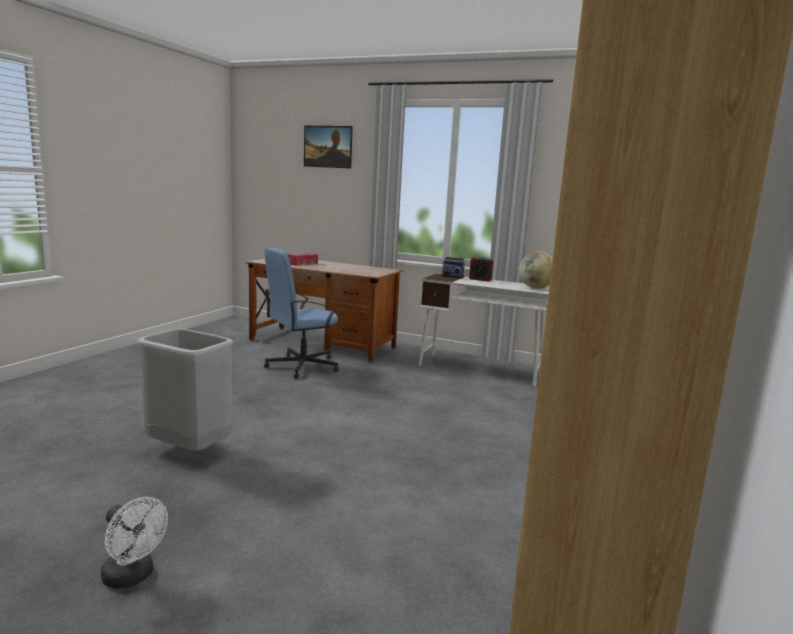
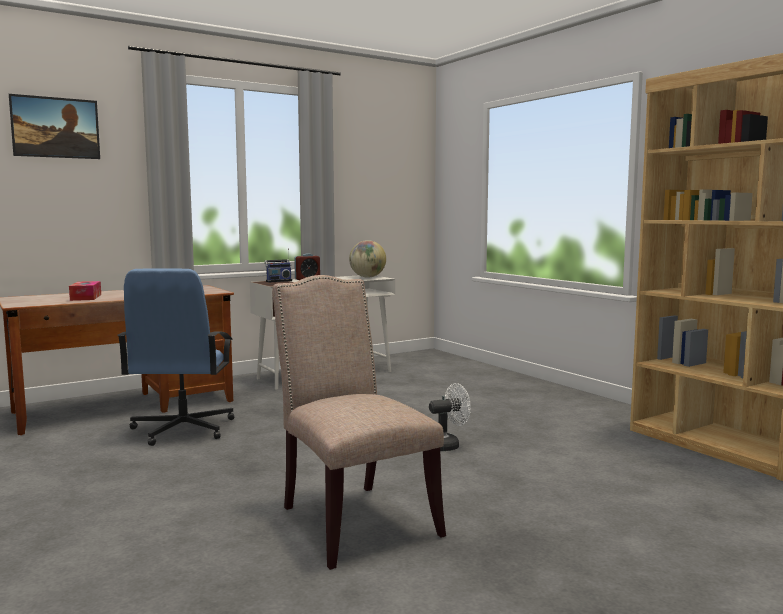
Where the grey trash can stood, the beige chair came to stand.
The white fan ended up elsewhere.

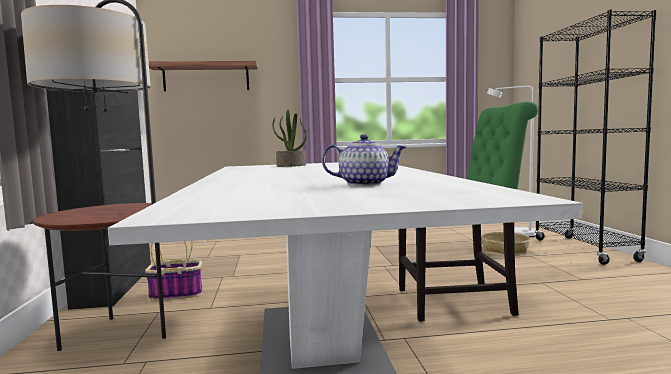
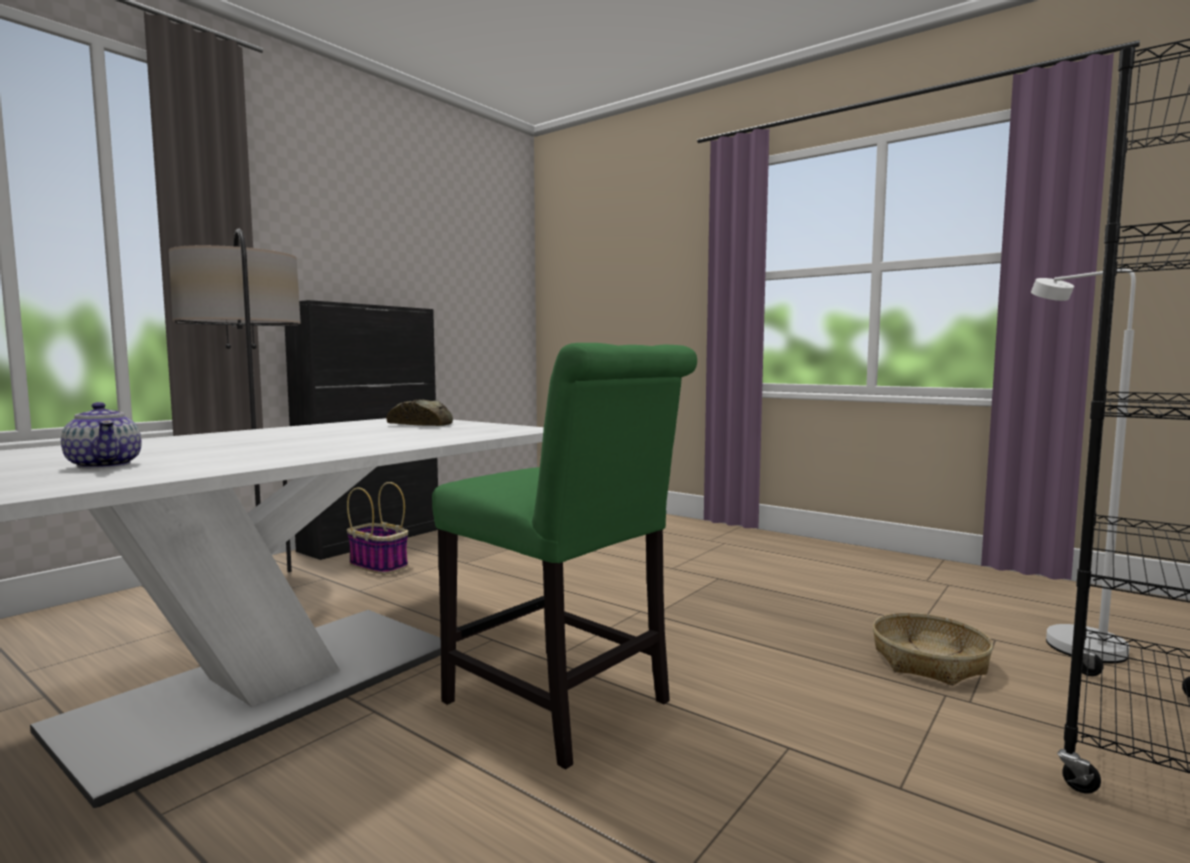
The second view lost the shelf.
Where the potted plant stood, the bread came to stand.

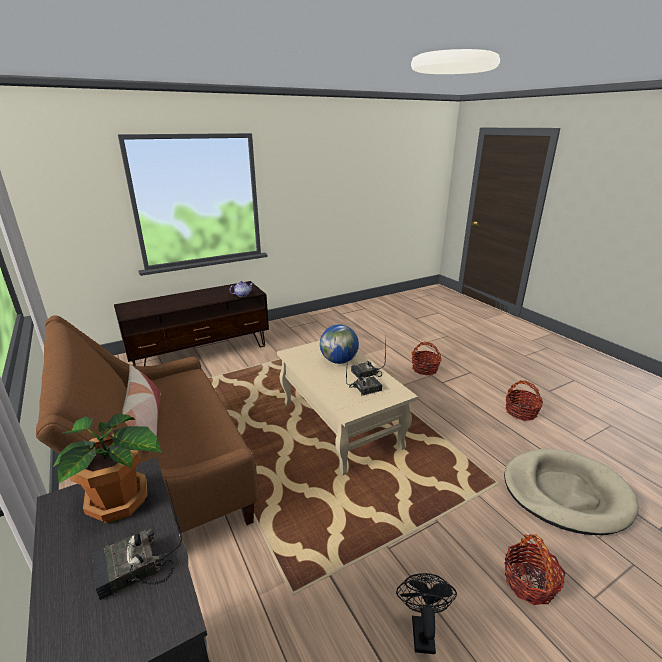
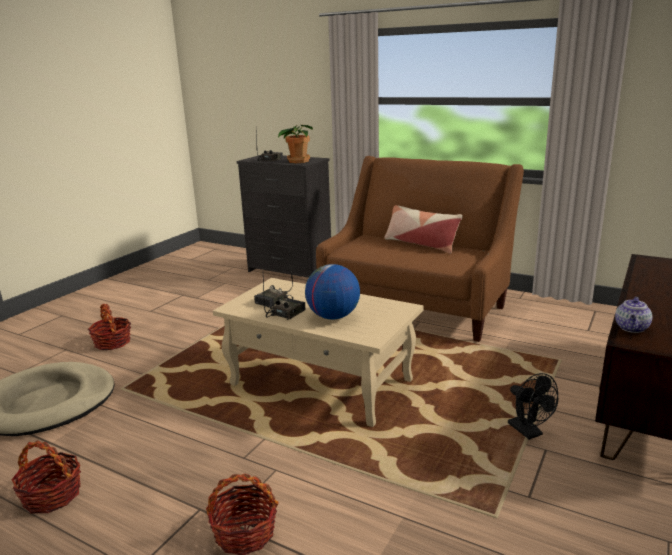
The black fan ended up elsewhere.

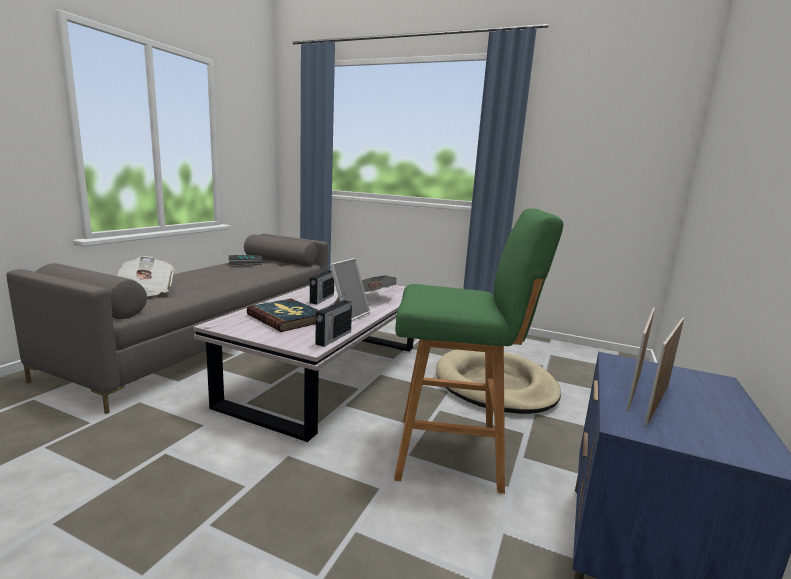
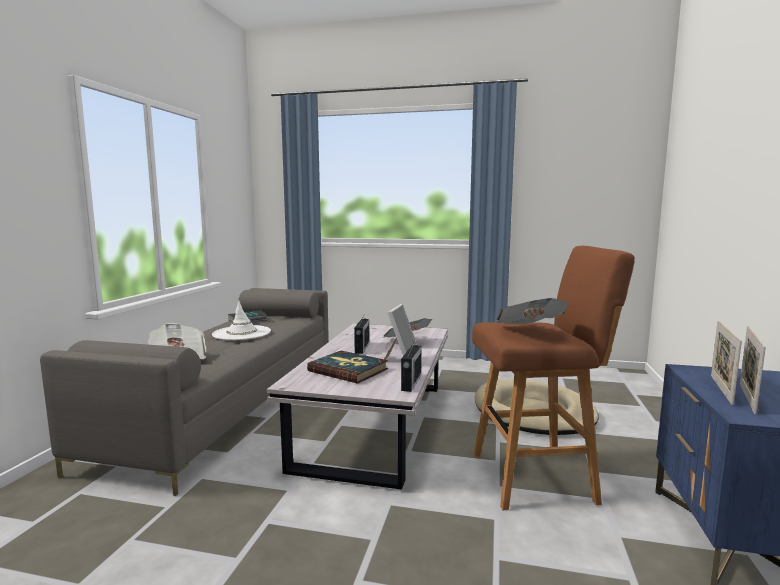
What was the green stool turned into the brown stool.
The second view gained the newspaper (3rd from left).
The second view gained the white hat.

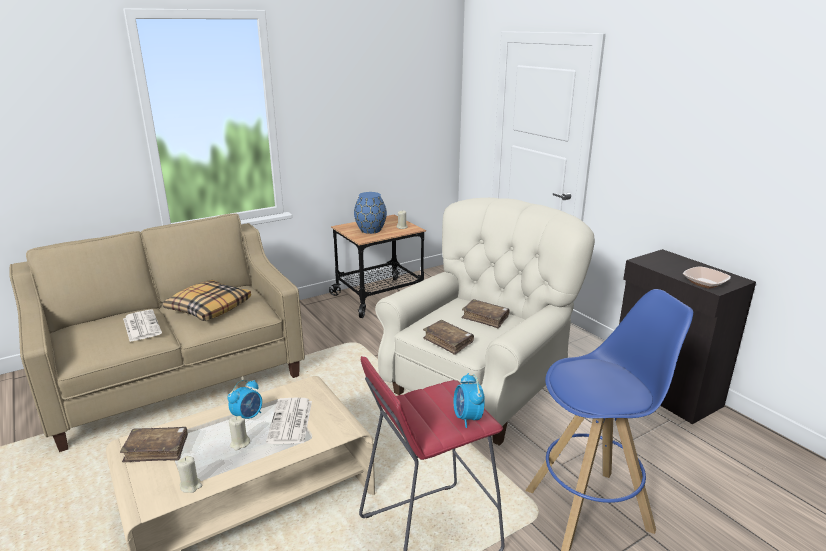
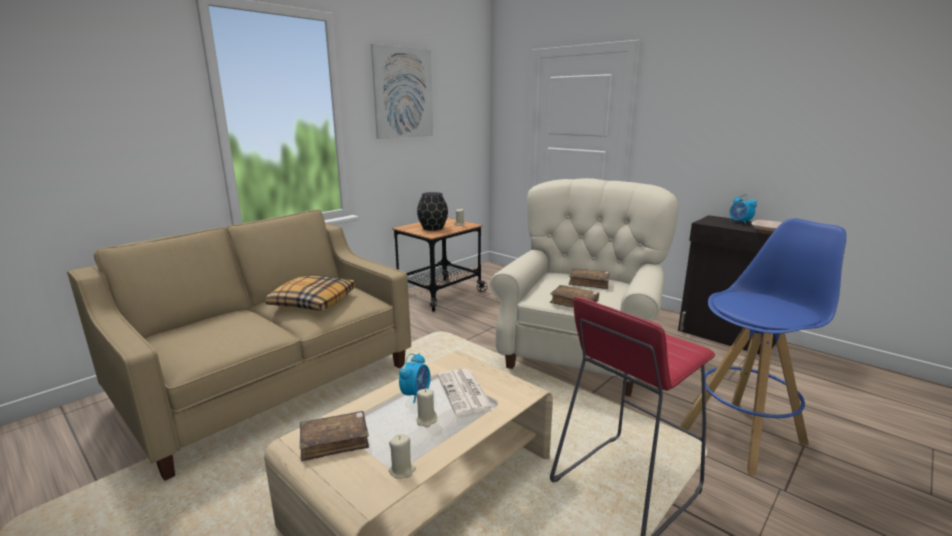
What was the blue vase turned into the black vase.
The second view lost the newspaper (1st from left).
The alarm clock (2nd from left) ended up elsewhere.
The second view gained the picture.

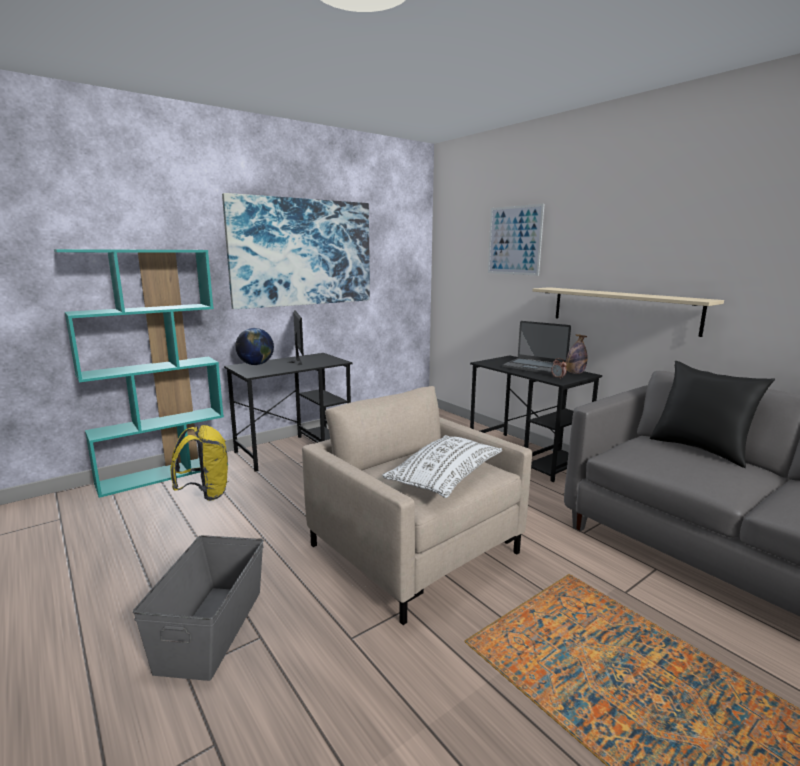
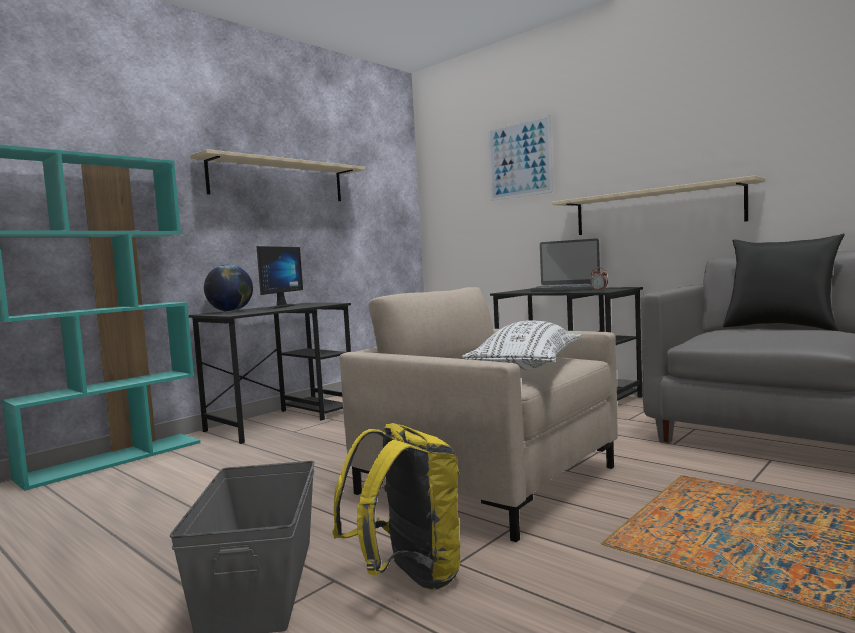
Where the picture (1st from left) hung, the beige shelf (1st from left) came to hang.
The monitor ended up facing another way, 45 degrees clockwise from before.
The second view lost the bottle.
The yellow backpack ended up elsewhere.

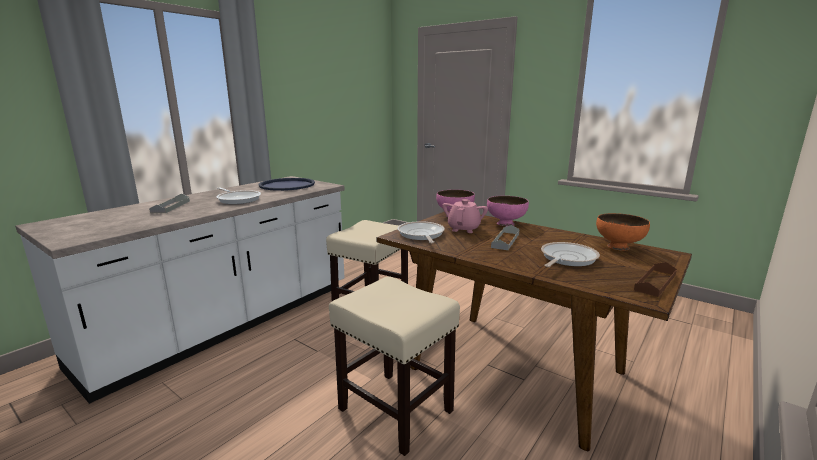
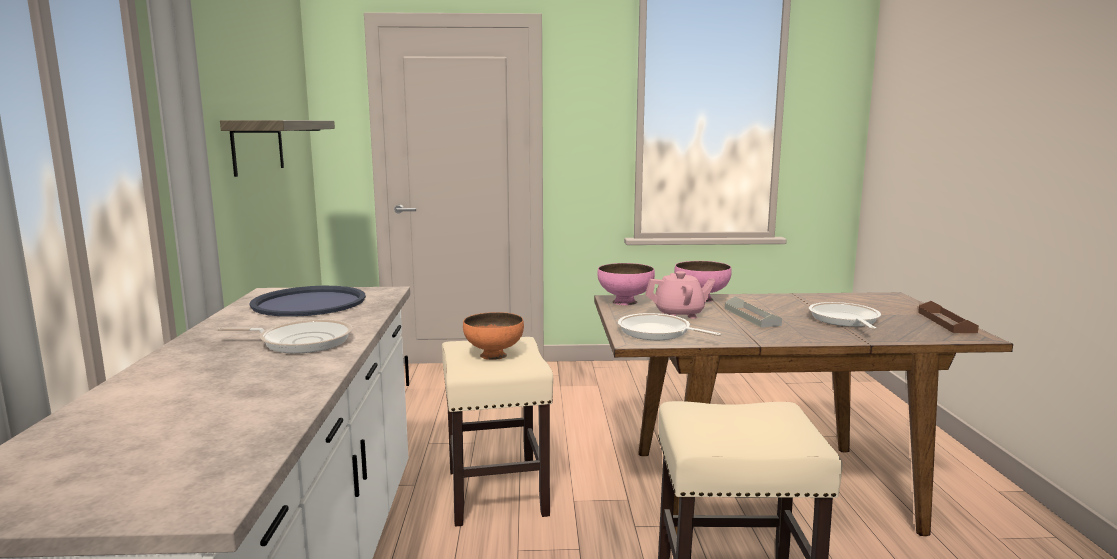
The second view lost the grey tray (1st from left).
The pink teapot ended up facing another way, 105 degrees clockwise from before.
The orange bowl ended up elsewhere.
The second view gained the shelf.

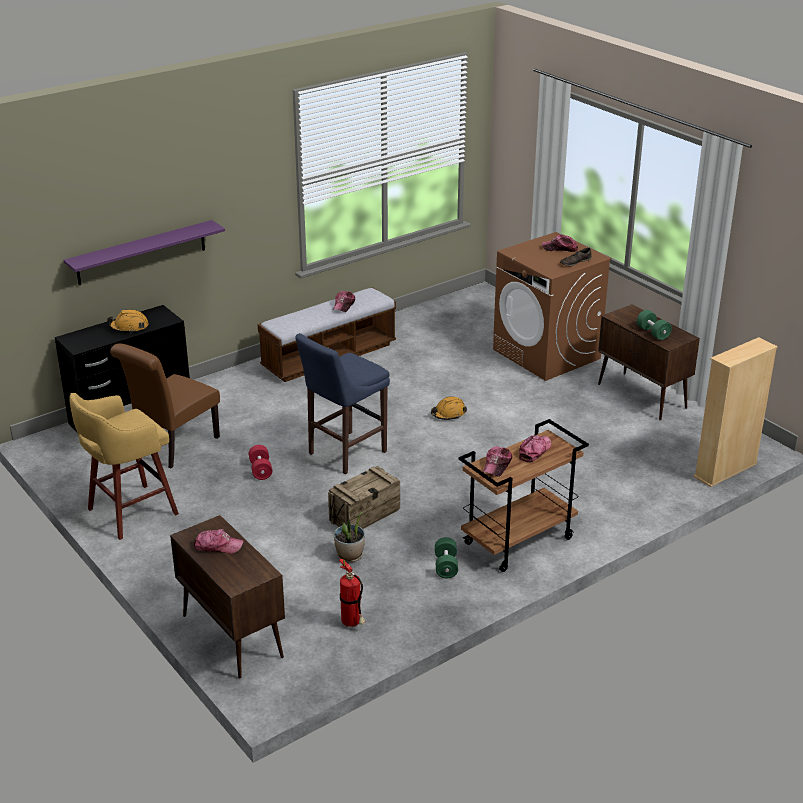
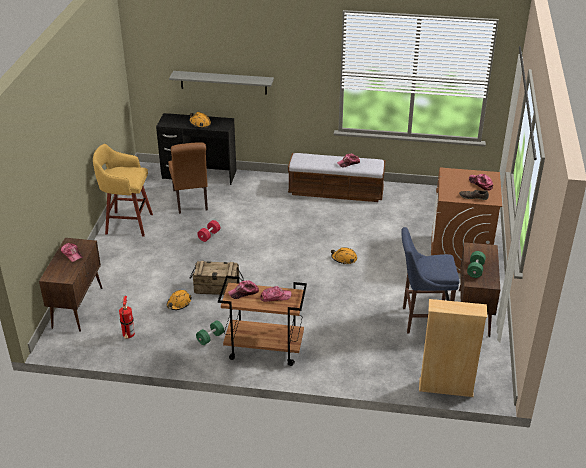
What was the purple shelf turned into the grey shelf.
The blue stool ended up elsewhere.
The brown chair ended up facing another way, 90 degrees counterclockwise from before.
Where the potted plant stood, the orange hard hat (1st from left) came to stand.

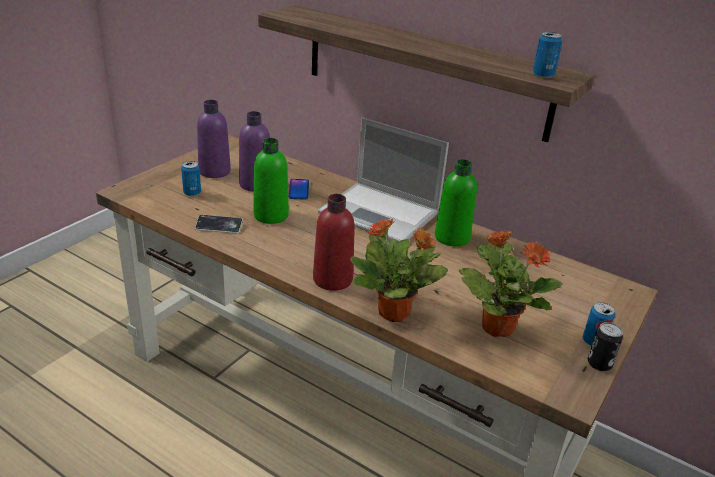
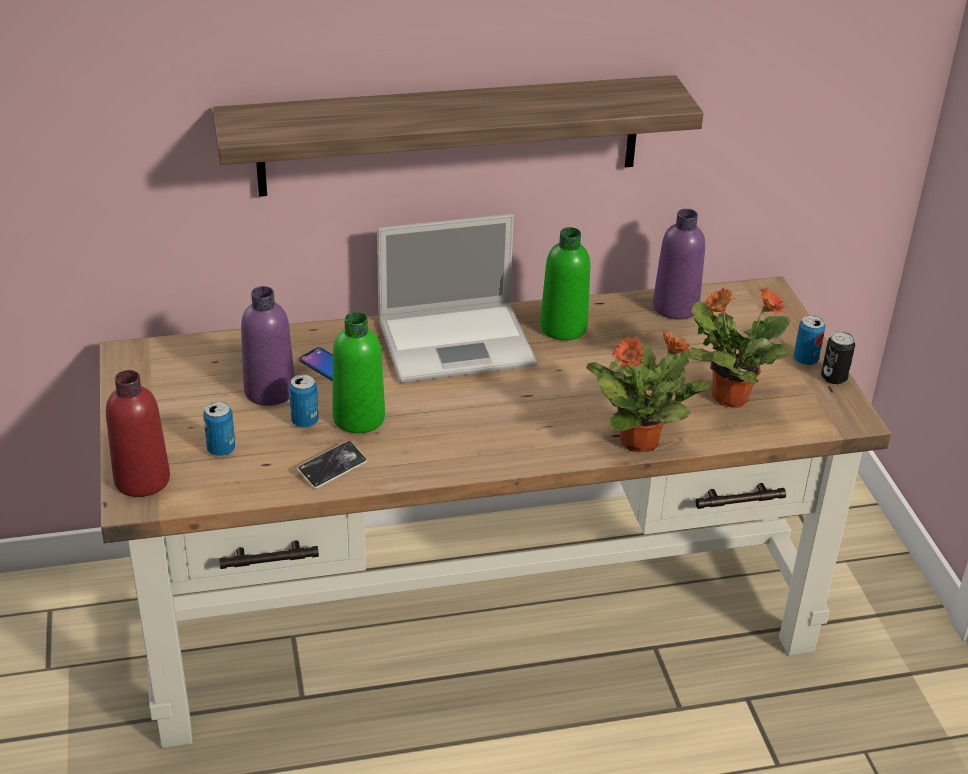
The can (2nd from left) ended up elsewhere.
The purple bottle (1st from left in the first image) ended up elsewhere.
The red bottle ended up elsewhere.

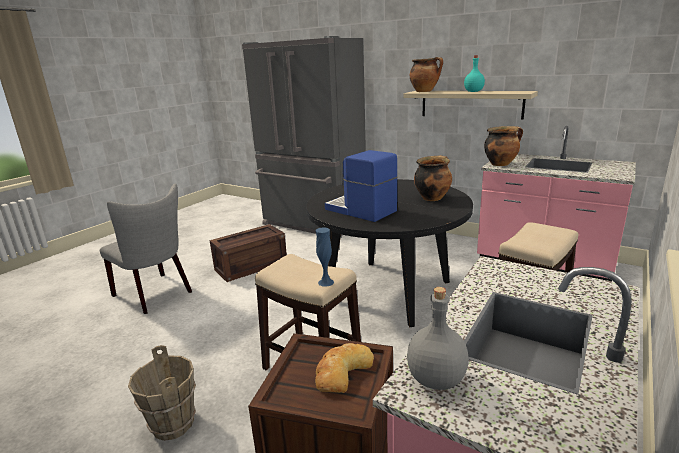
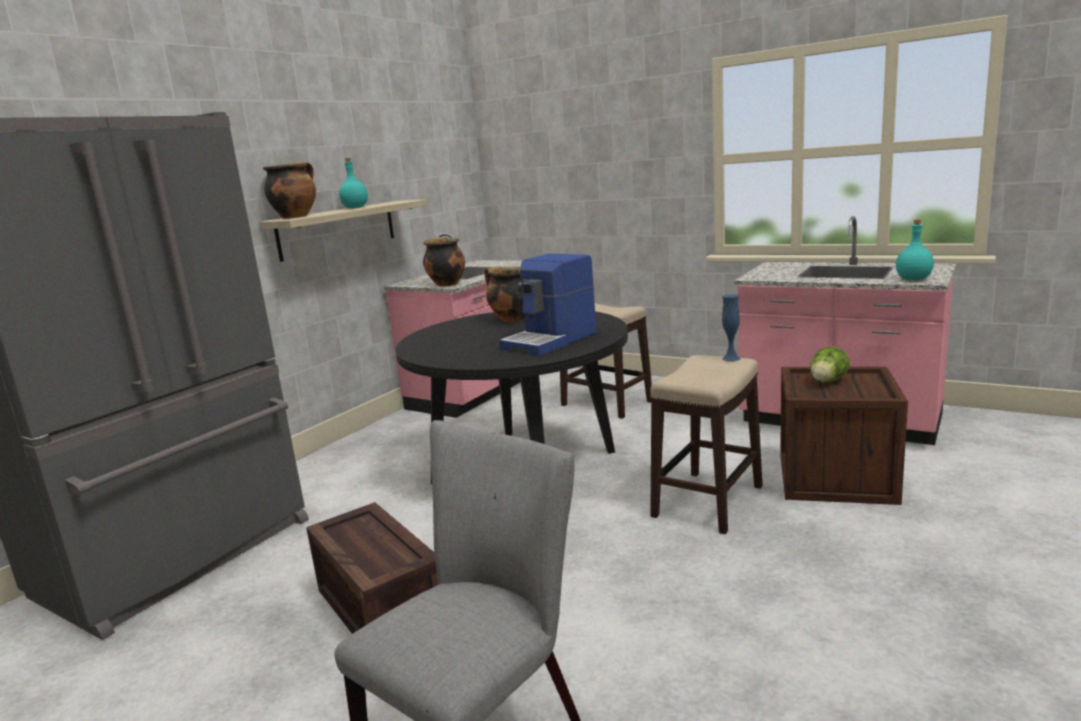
What was the grey bottle turned into the turquoise bottle (2nd from left).
Where the bread stood, the lettuce came to stand.
The second view lost the brown bucket.

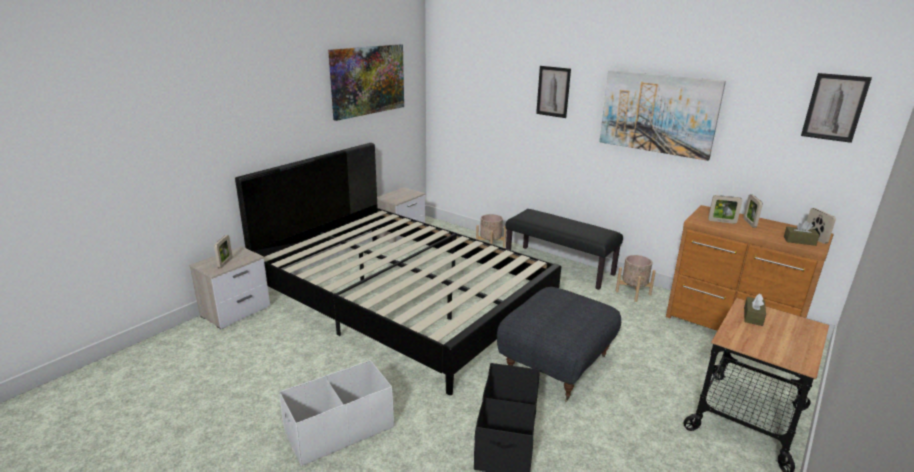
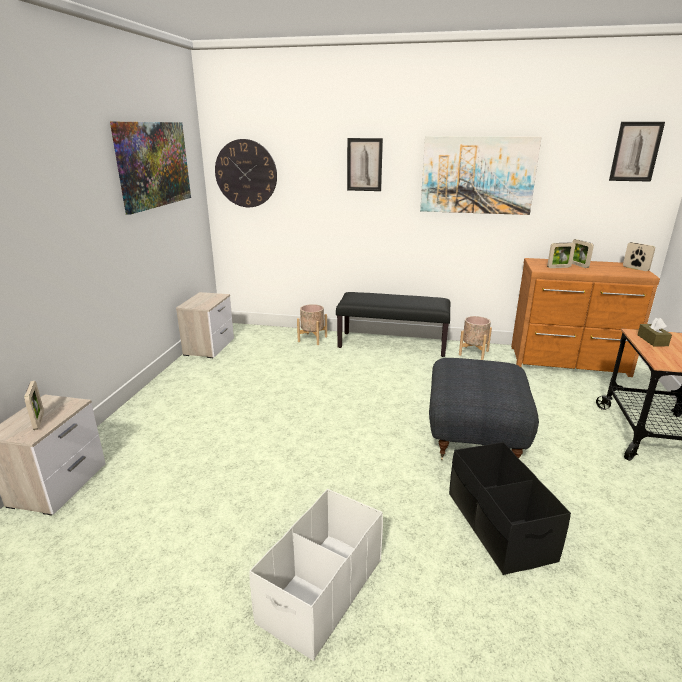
The second view lost the black bed.
The second view lost the brown tissue box (2nd from left).
The second view gained the wall clock.

